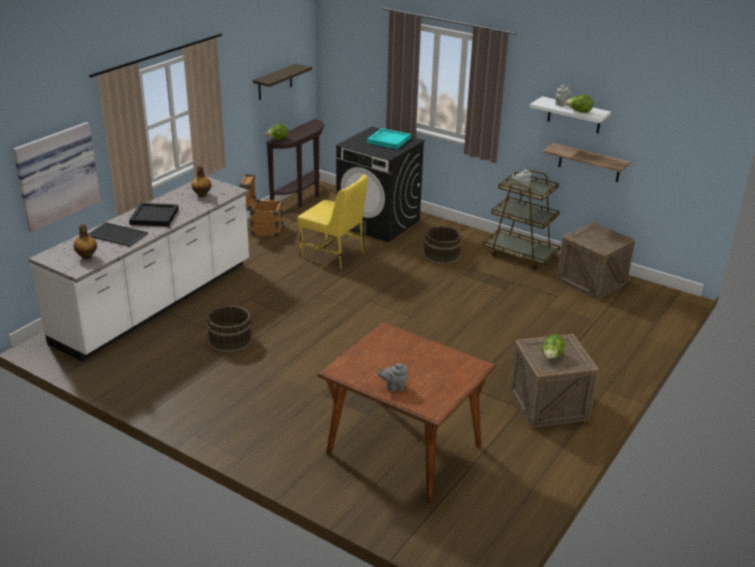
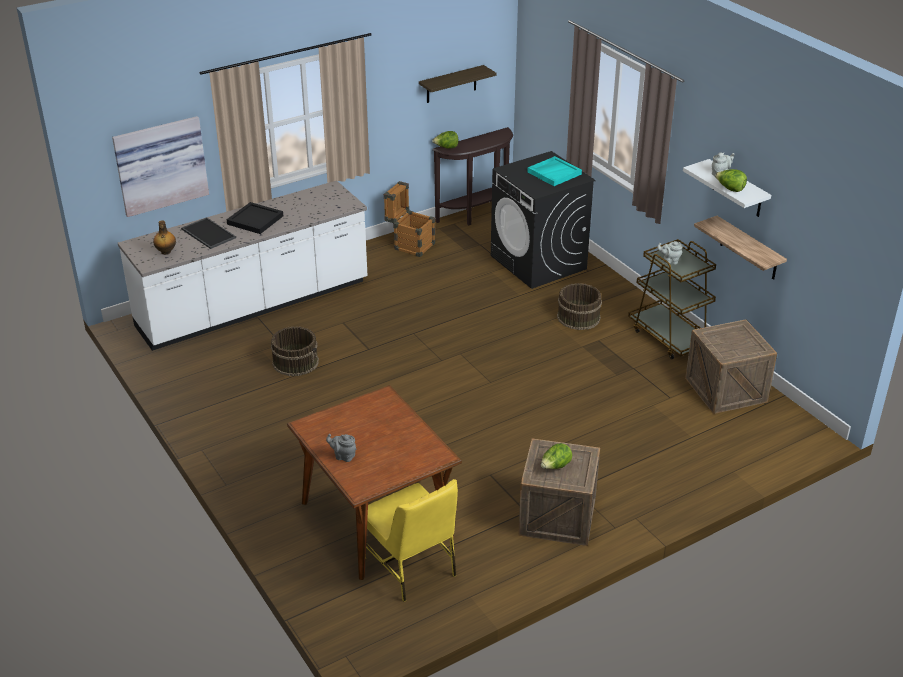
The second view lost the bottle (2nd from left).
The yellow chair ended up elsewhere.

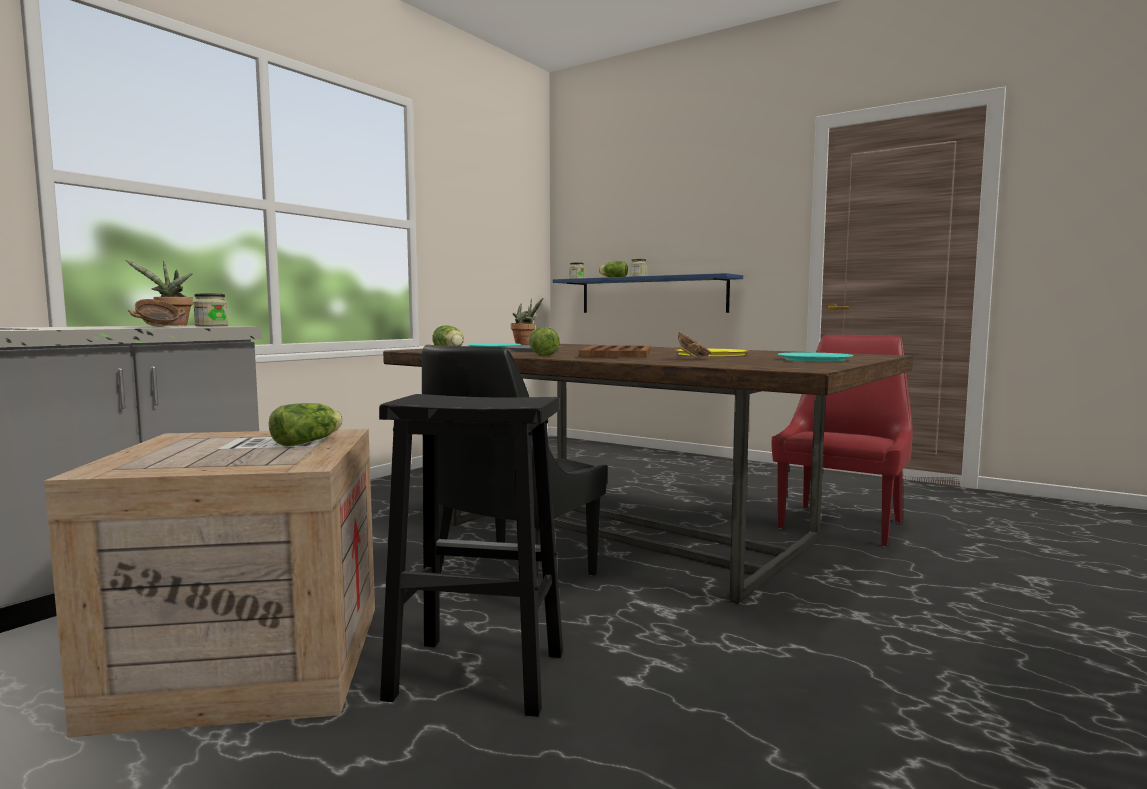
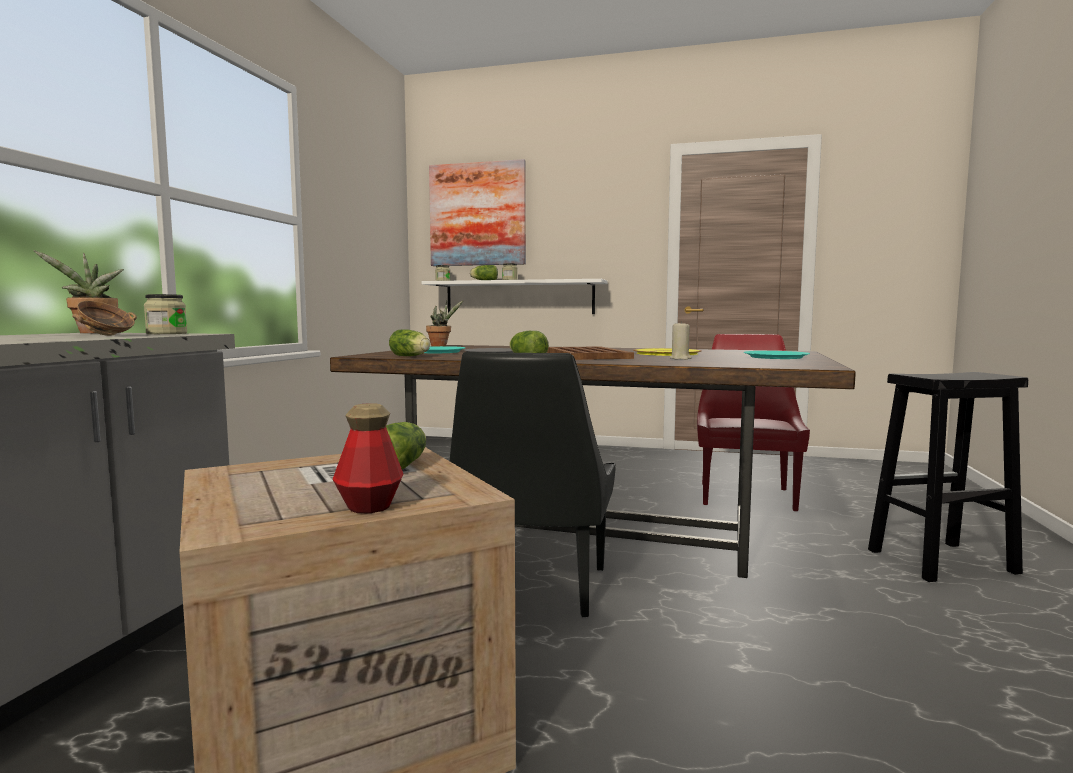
What was the blue shelf turned into the white shelf.
Where the bowl (2nd from left) stood, the beige candle came to stand.
The black stool ended up elsewhere.
The second view gained the picture.
The second view gained the bottle.

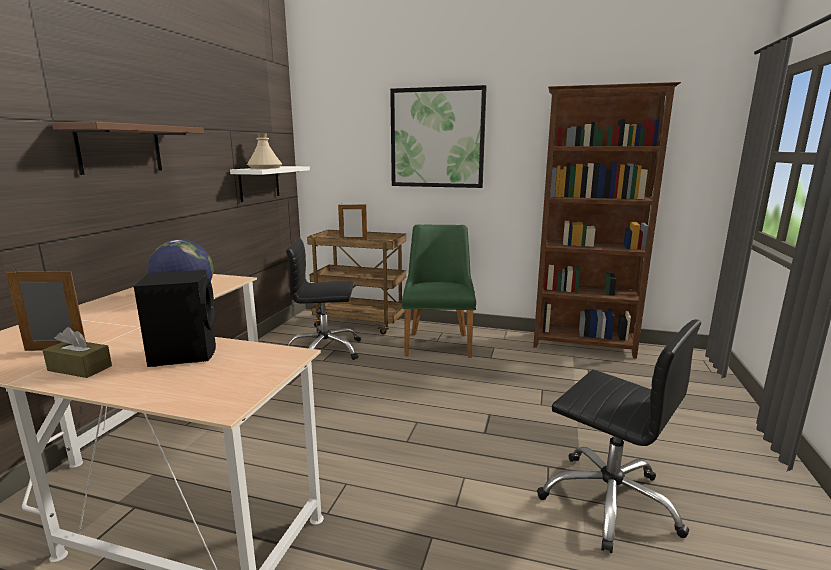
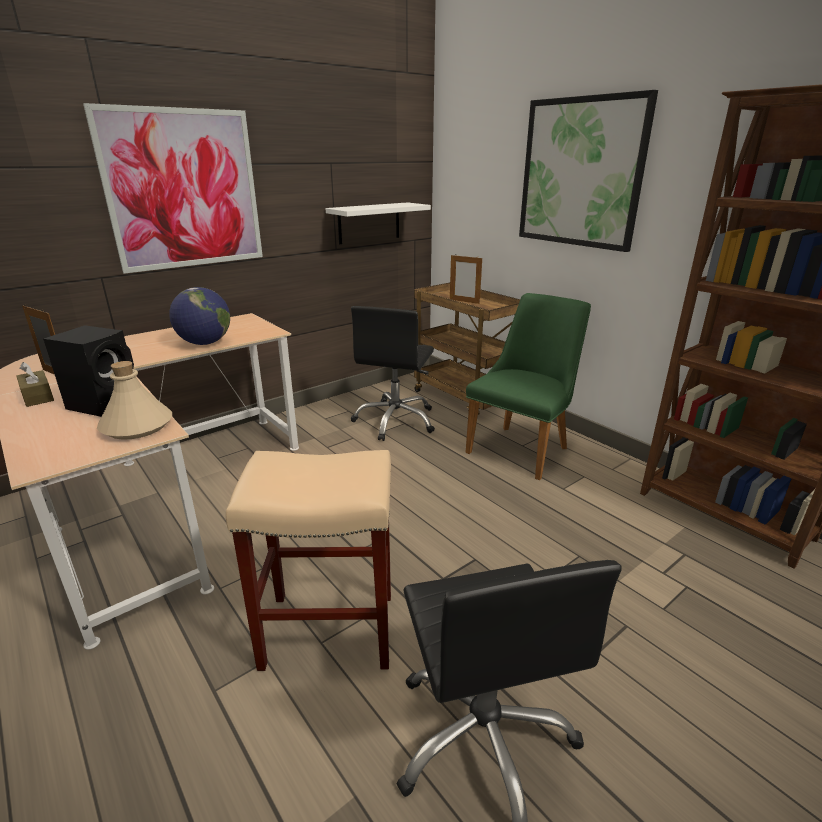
Where the brown shelf hung, the picture (1st from left) came to hang.
The beige bottle ended up elsewhere.
The black office chair (1st from left) ended up facing another way, 105 degrees counterclockwise from before.
The second view gained the beige stool.

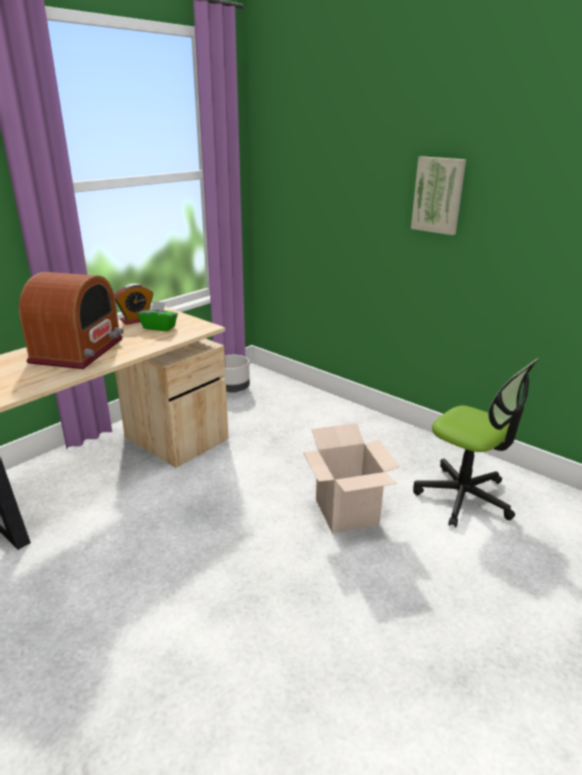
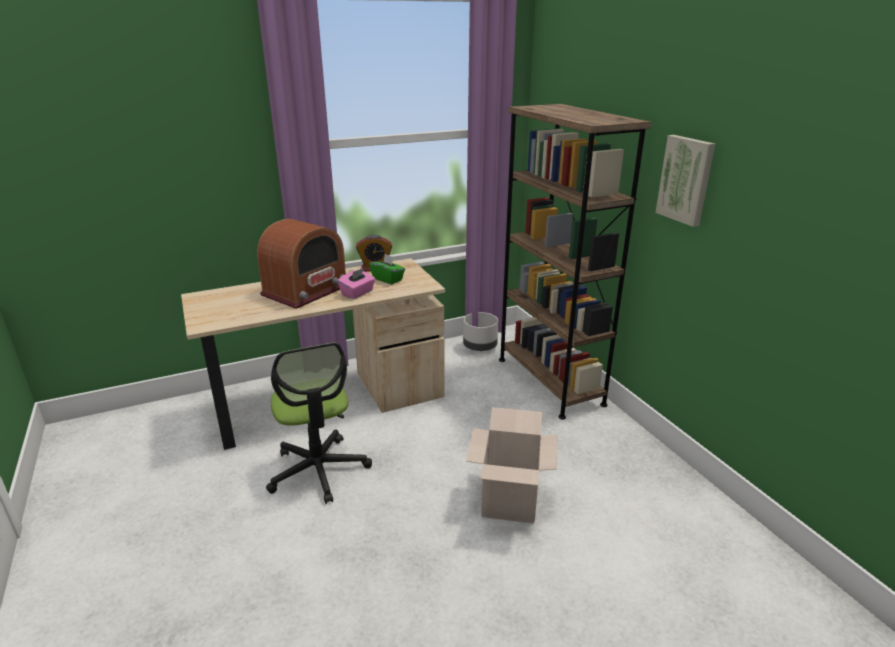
The office chair ended up elsewhere.
The second view gained the brown bookcase.
The second view gained the pink tissue box.

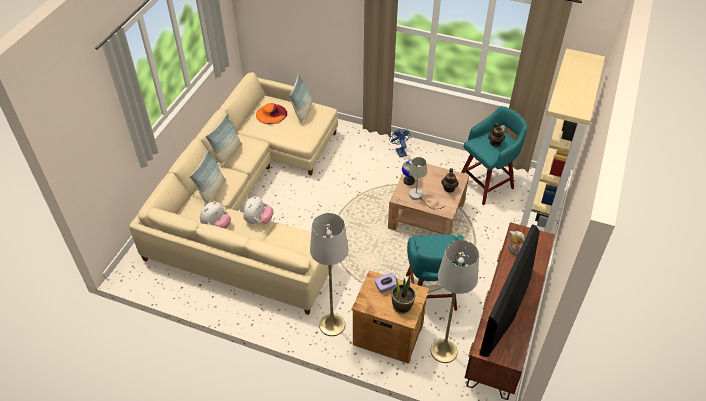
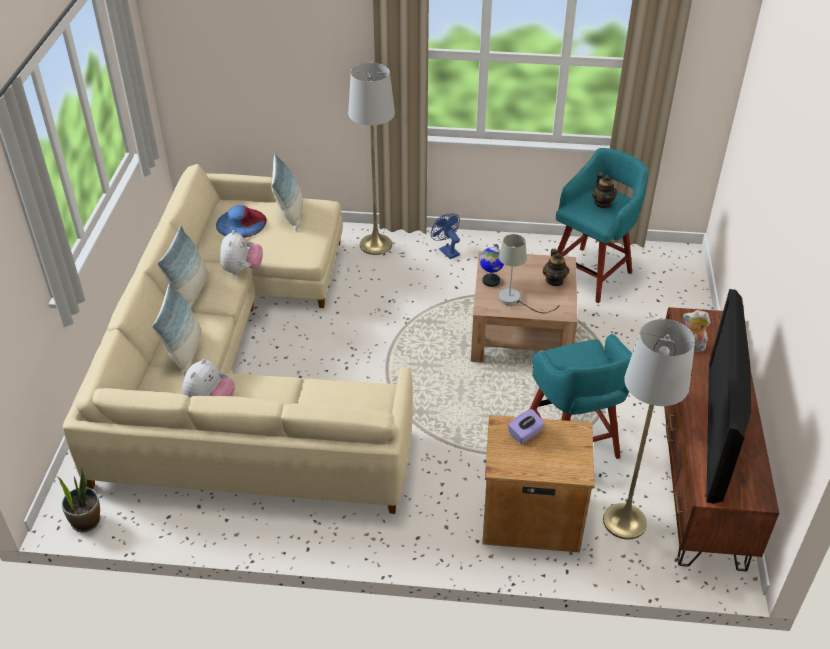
The second view lost the beige bookcase.
What was the orange hat turned into the blue hat.
The plush toy (2nd from left) ended up elsewhere.
The grey floor lamp (1st from left) ended up elsewhere.
The potted plant ended up elsewhere.

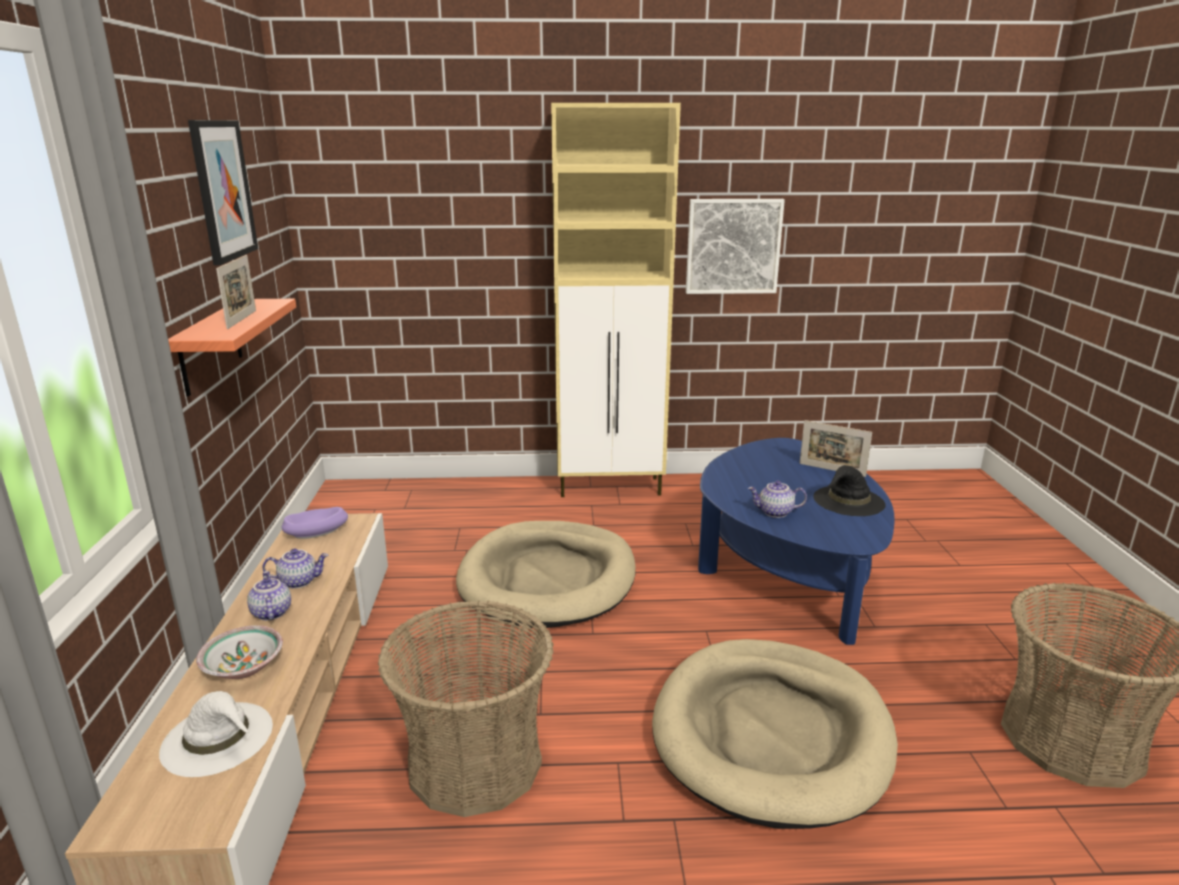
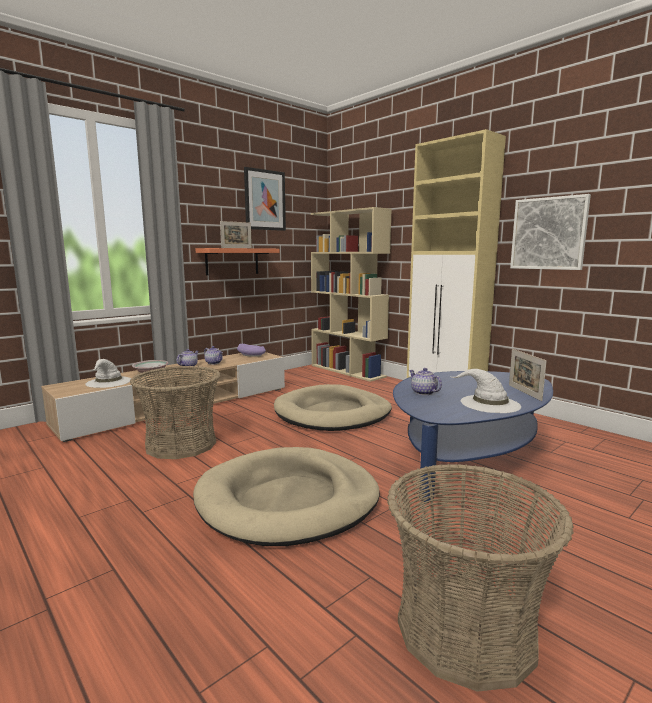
What was the black hat turned into the white hat (2nd from left).
The second view gained the beige bookcase.

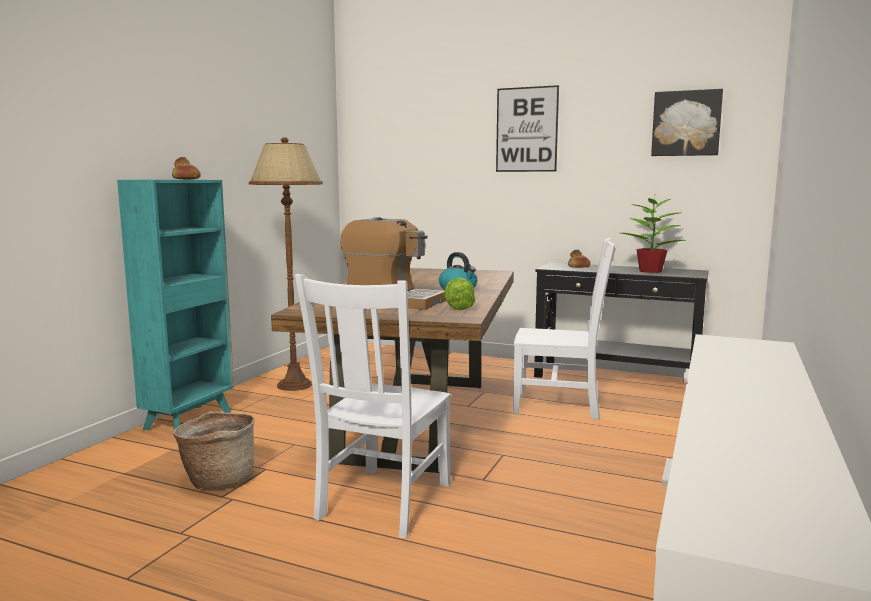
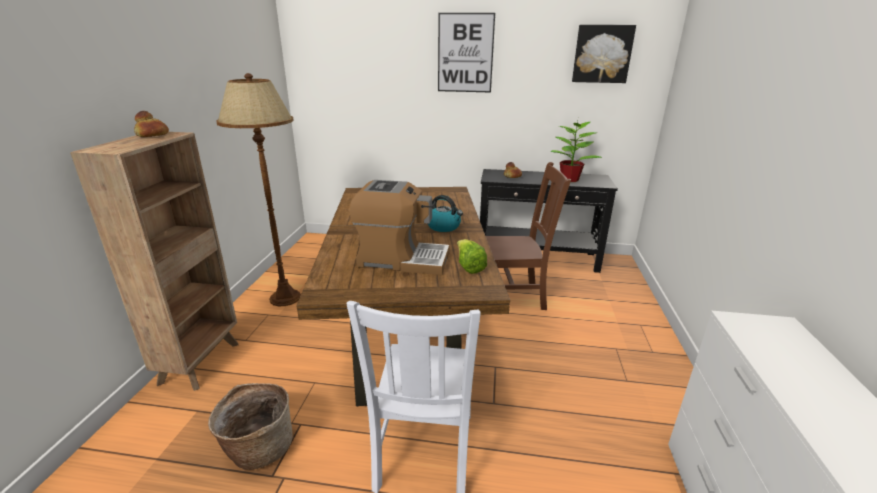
What was the turquoise bookcase turned into the brown bookcase.
What was the white chair (2nd from left) turned into the brown chair.

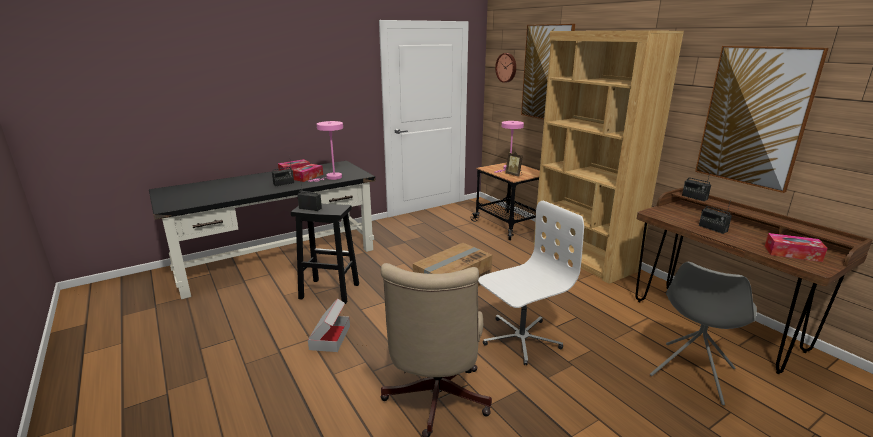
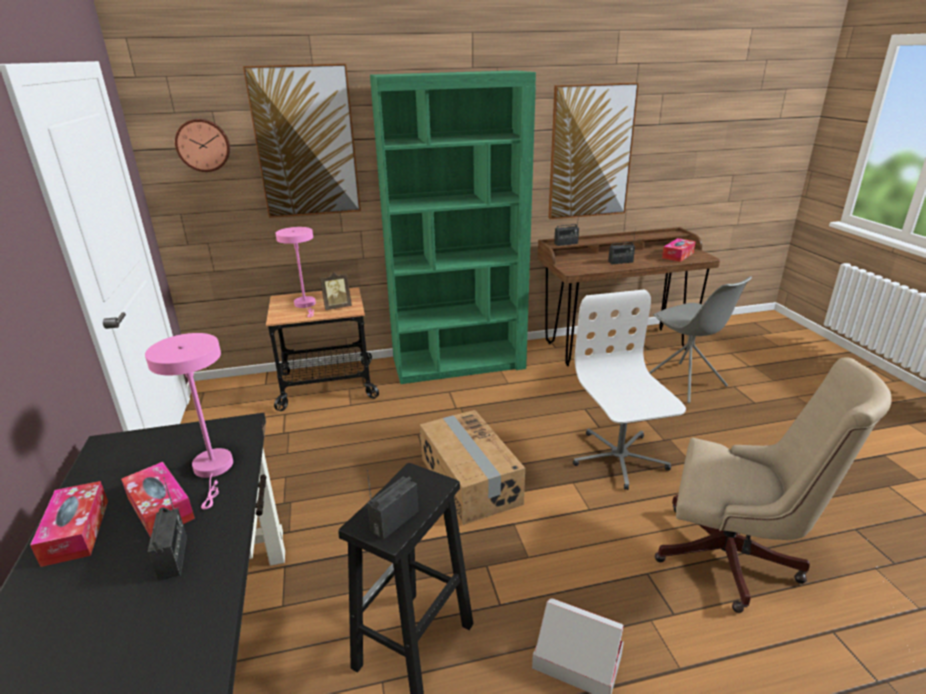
What was the brown bookcase turned into the green bookcase.

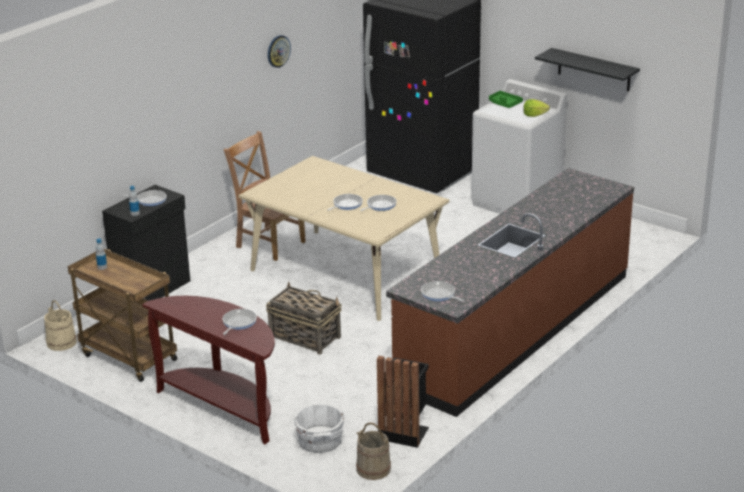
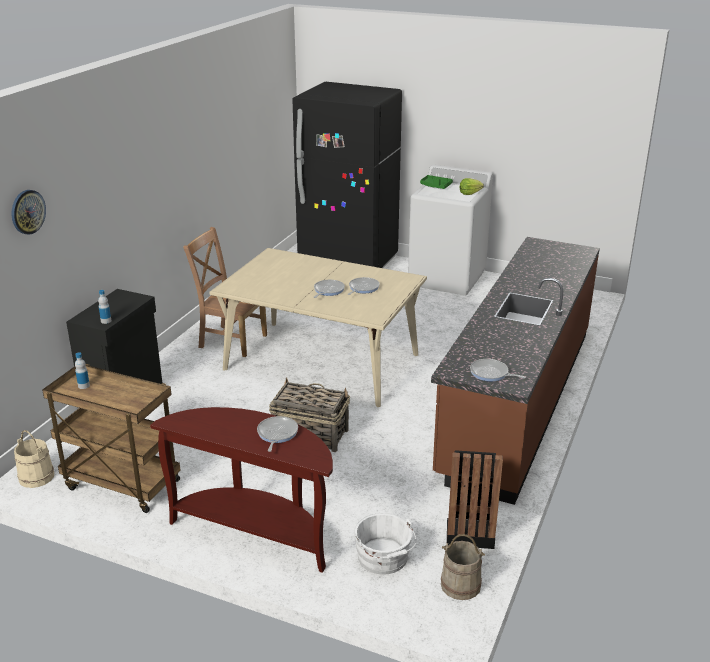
The wall clock ended up elsewhere.
The second view lost the black shelf.
The second view lost the frying pan (1st from left).

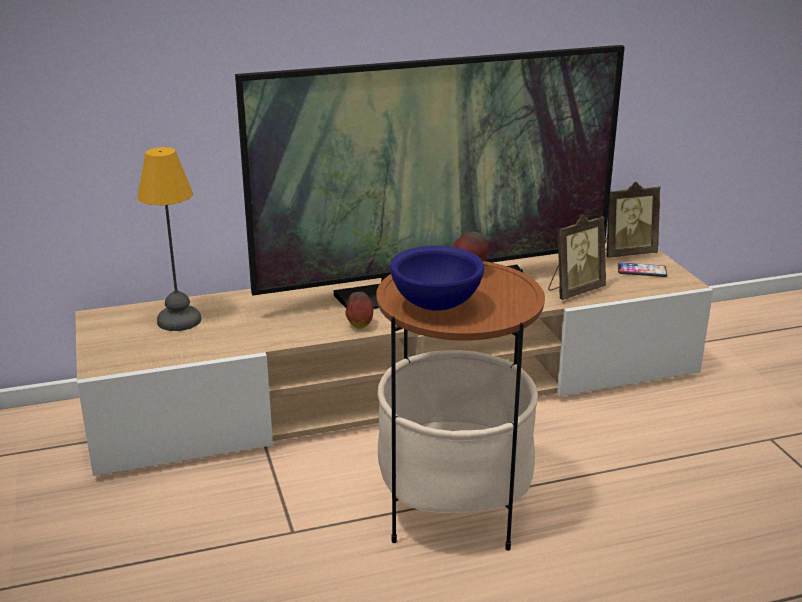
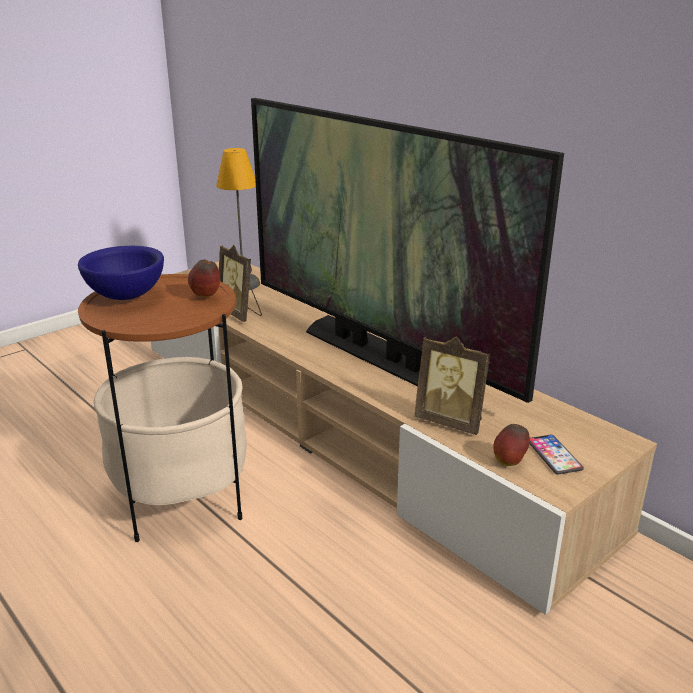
The picture frame (2nd from left in the first image) ended up elsewhere.
The apple (1st from left in the first image) ended up elsewhere.

